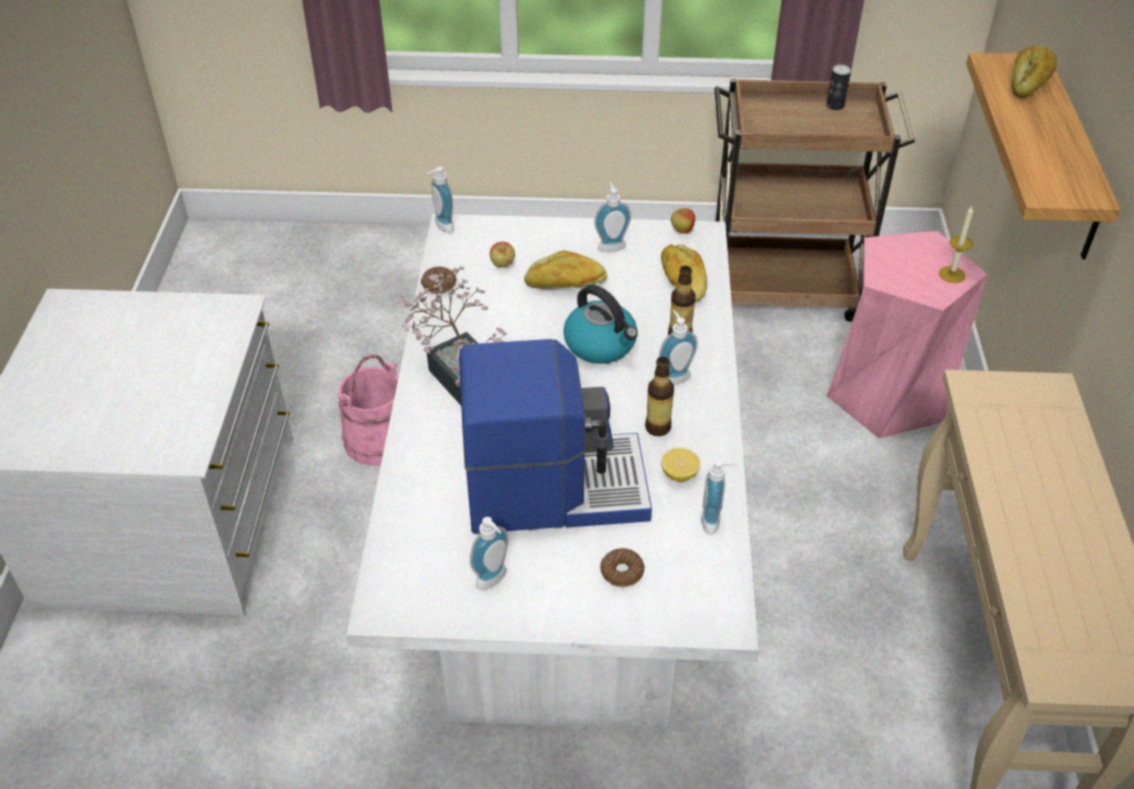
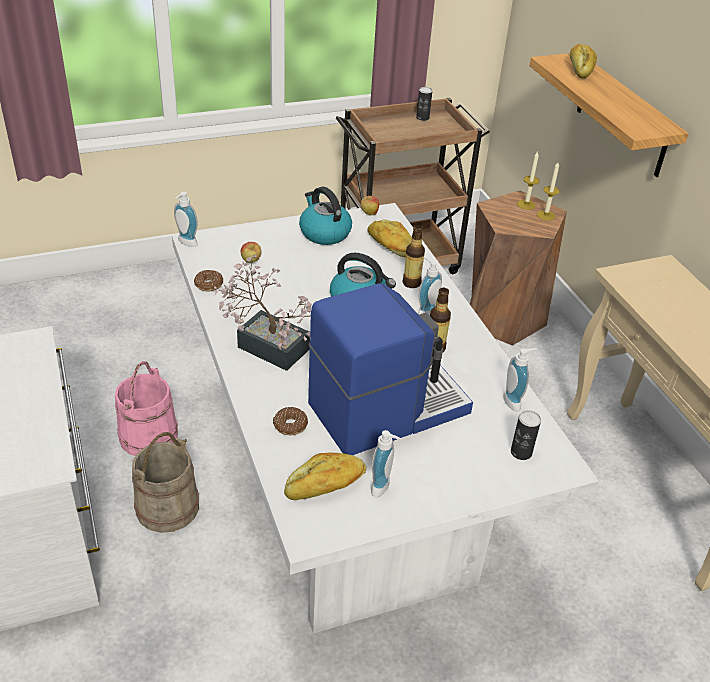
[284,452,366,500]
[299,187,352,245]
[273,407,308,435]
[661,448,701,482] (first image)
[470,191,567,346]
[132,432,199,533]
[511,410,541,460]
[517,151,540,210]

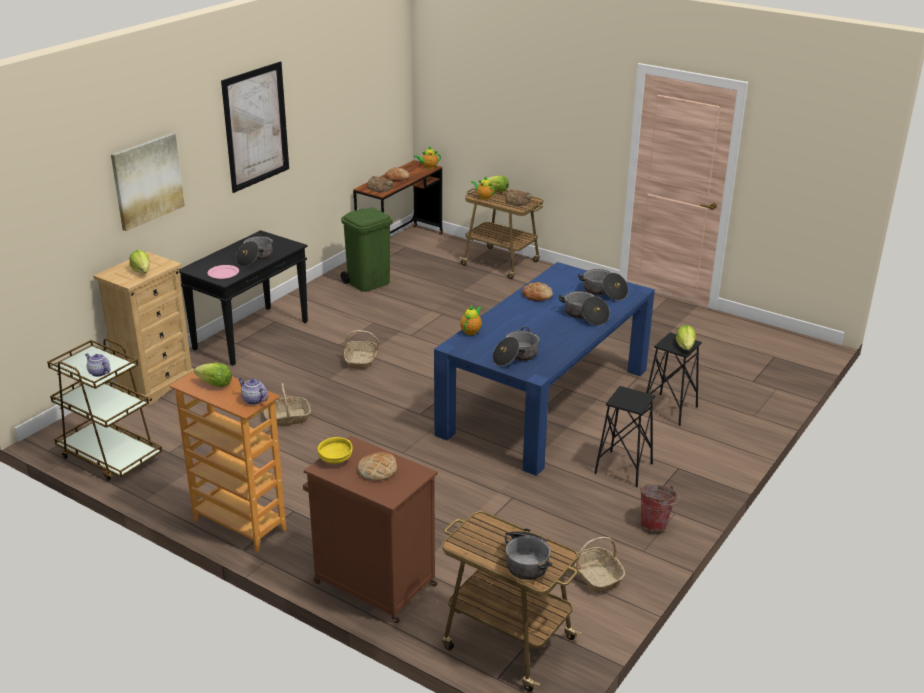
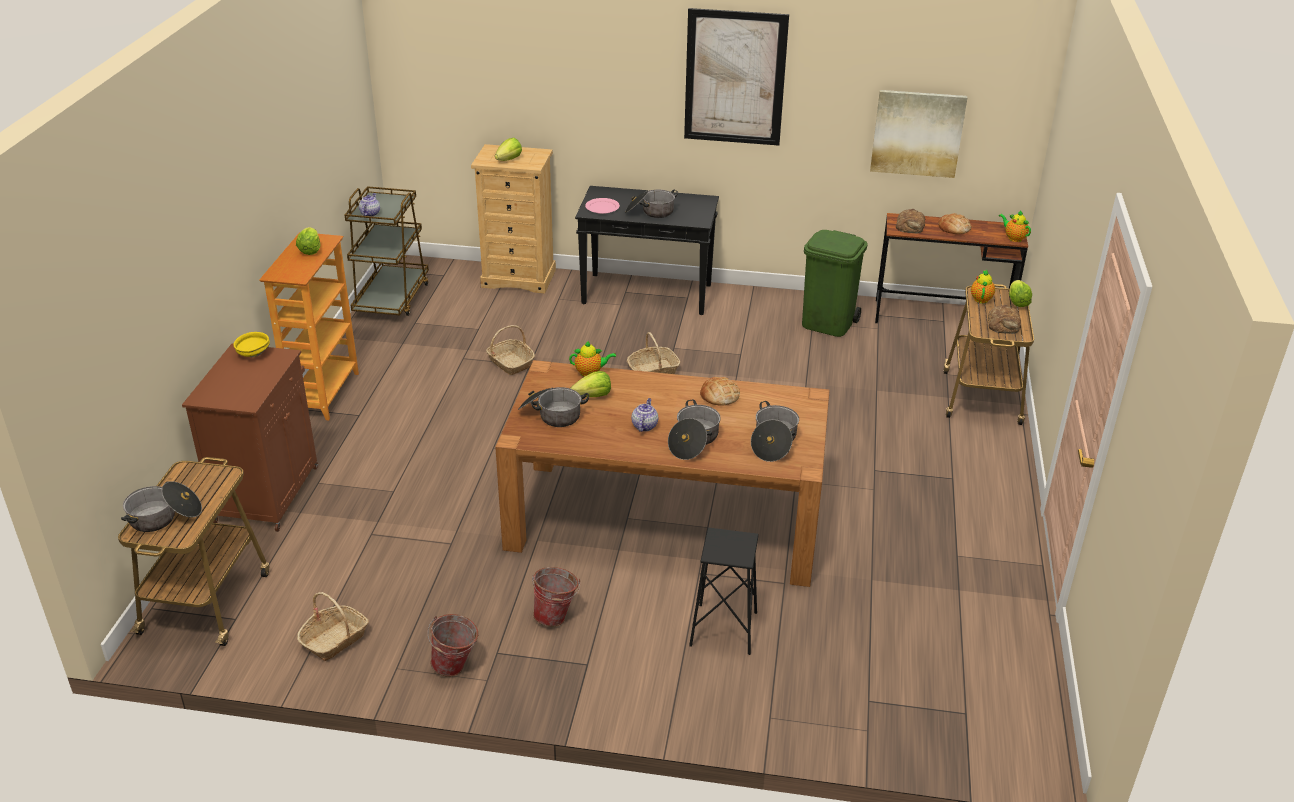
[870,90,967,178]
[631,398,658,432]
[357,452,397,481] (first image)
[495,360,830,587]
[532,567,580,626]
[570,371,611,397]

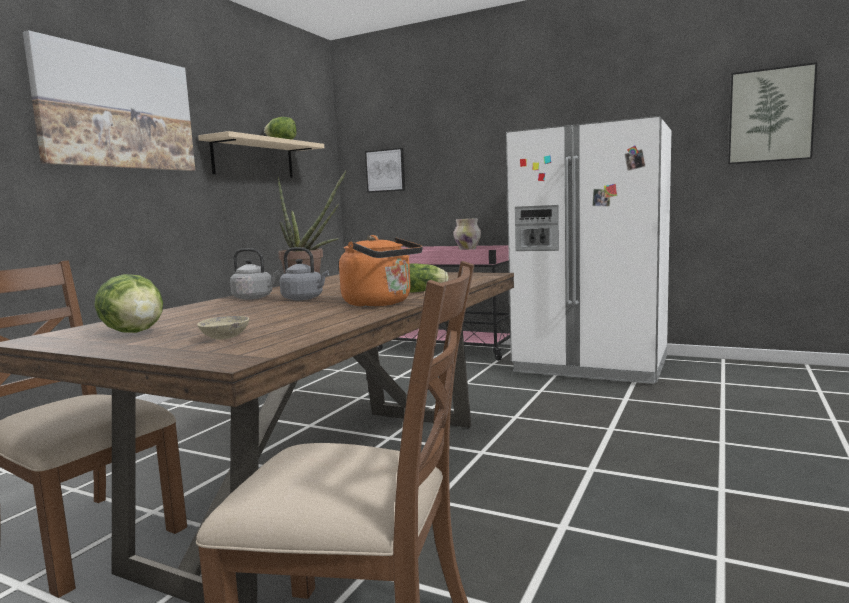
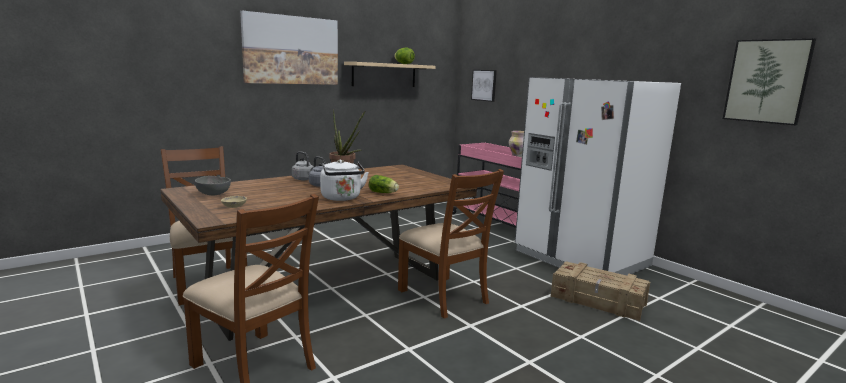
[195,176,231,195]
[320,159,369,201]
[398,169,504,319]
[551,261,650,321]

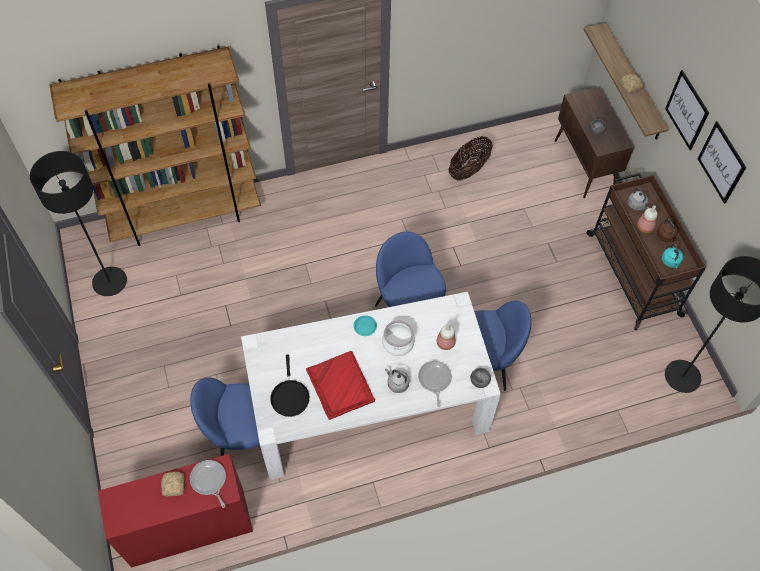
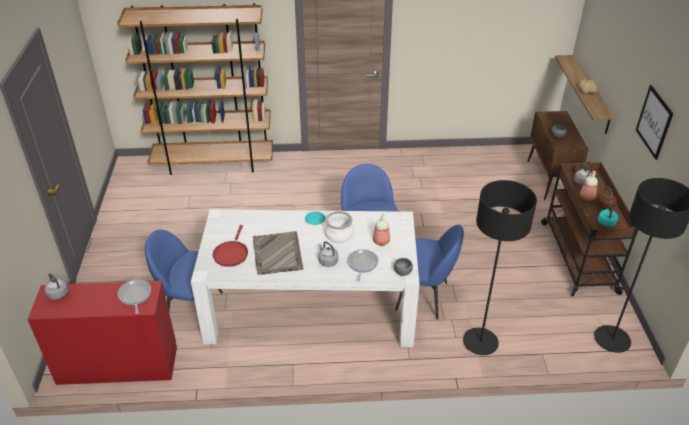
[463,180,537,355]
[161,472,184,496] (first image)
[213,225,248,267]
[253,231,303,275]
[449,136,493,181] (first image)
[665,70,709,150] (first image)
[45,273,68,300]

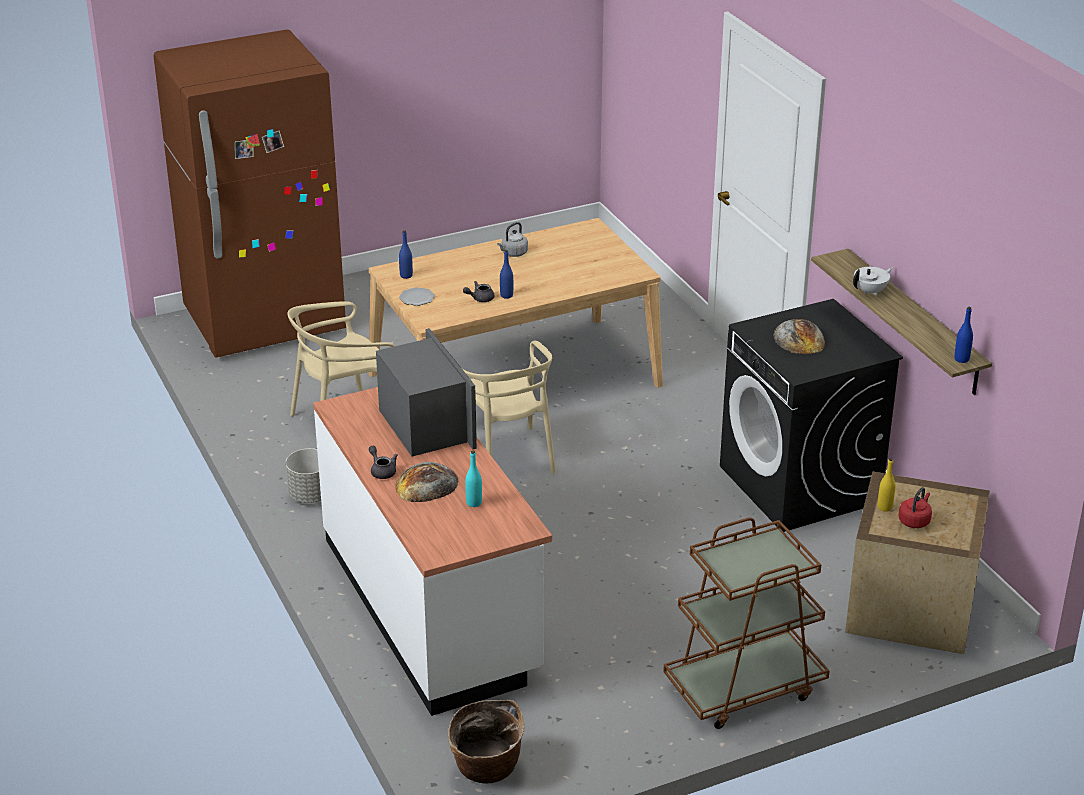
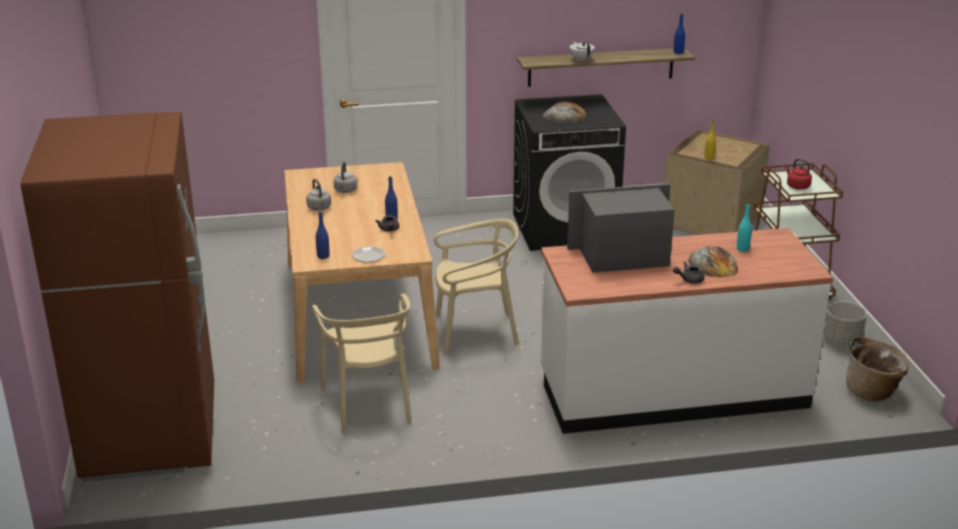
[823,301,867,347]
[785,159,812,190]
[333,162,357,193]

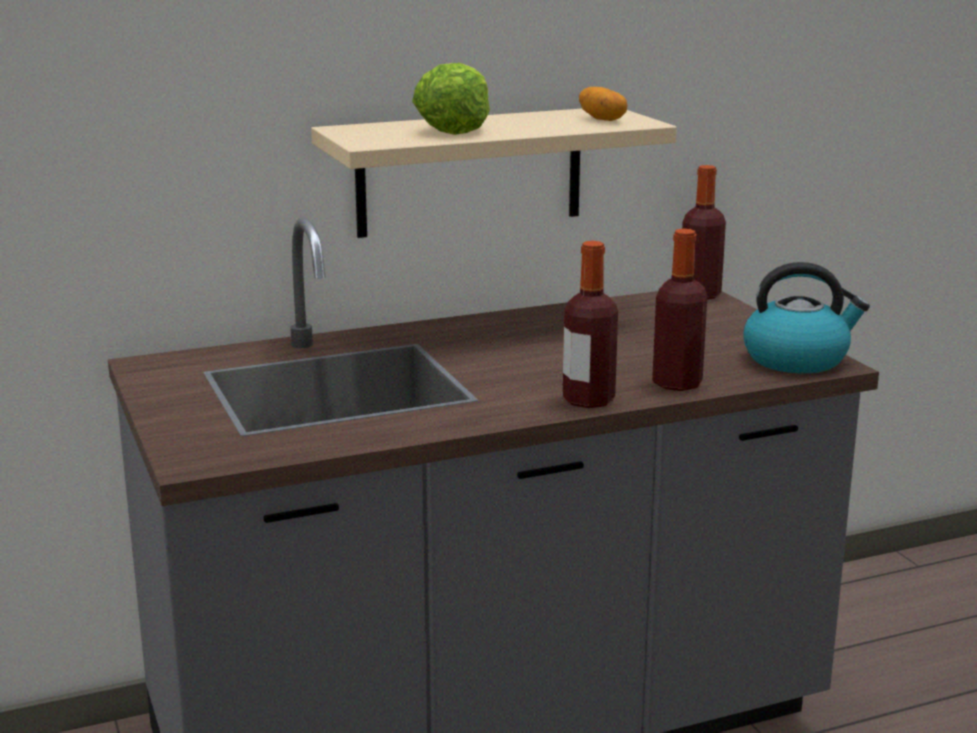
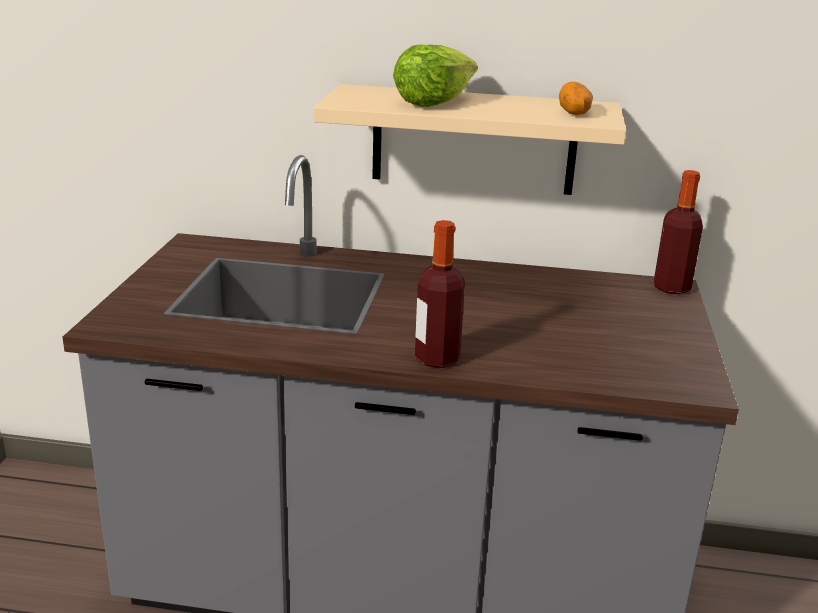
[652,229,707,391] (first image)
[743,262,870,373] (first image)

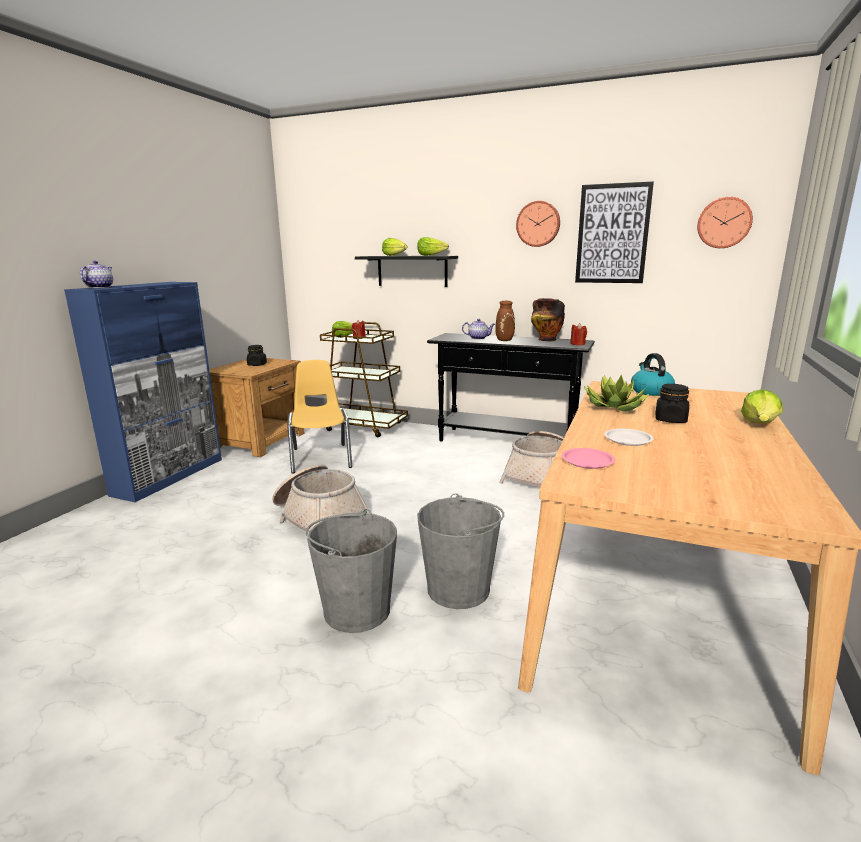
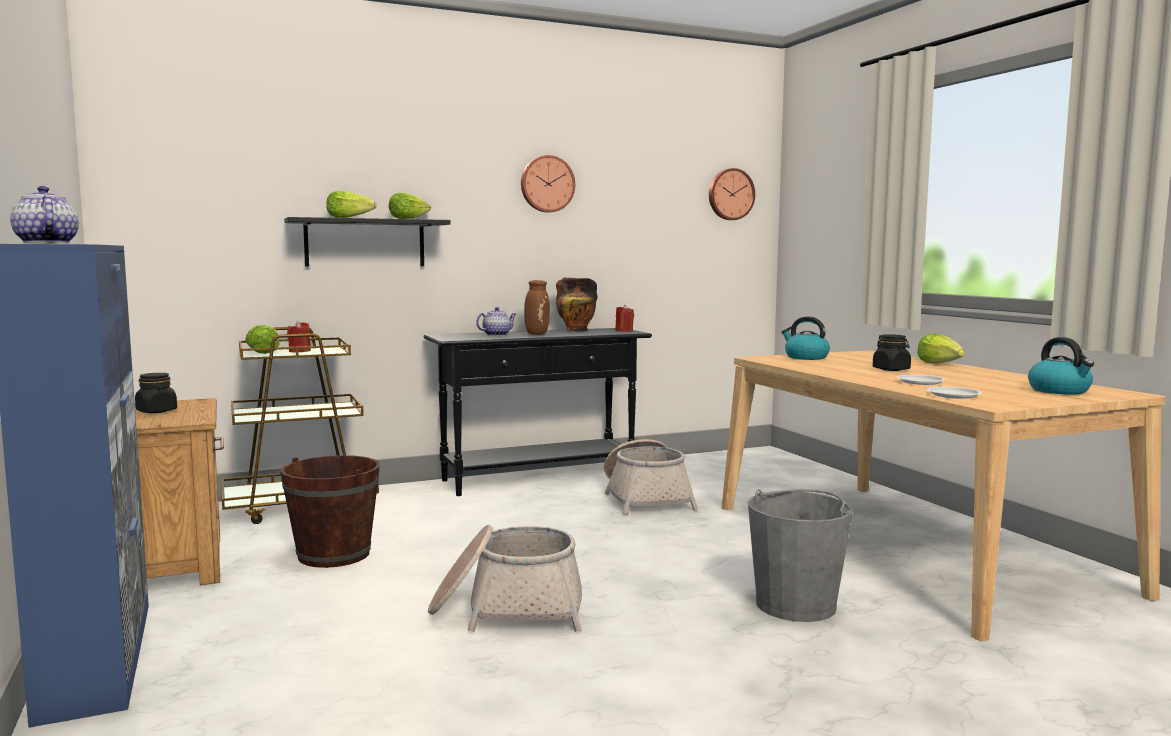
[280,455,380,568]
[306,509,397,633] (first image)
[927,387,982,399]
[575,181,654,283] (first image)
[584,375,649,412] (first image)
[1028,337,1094,395]

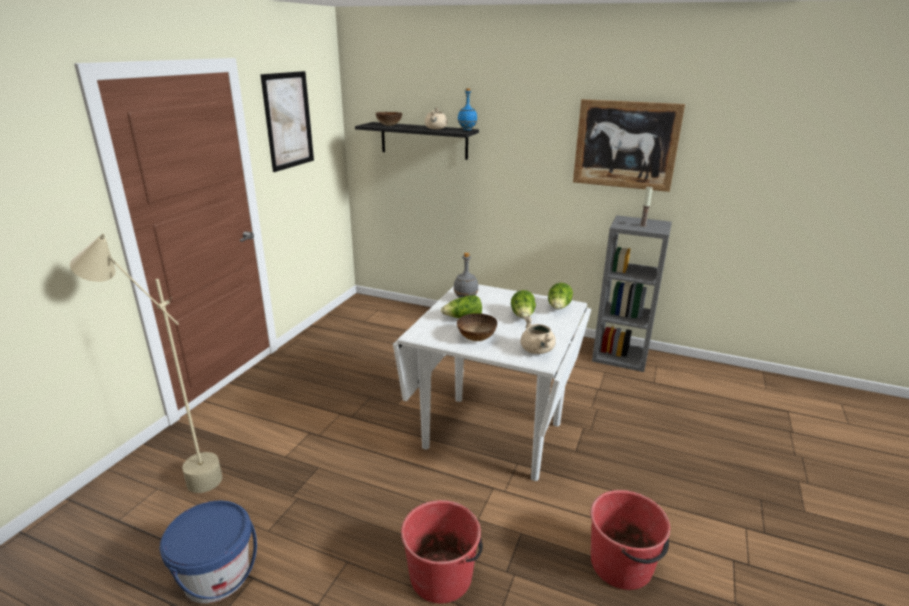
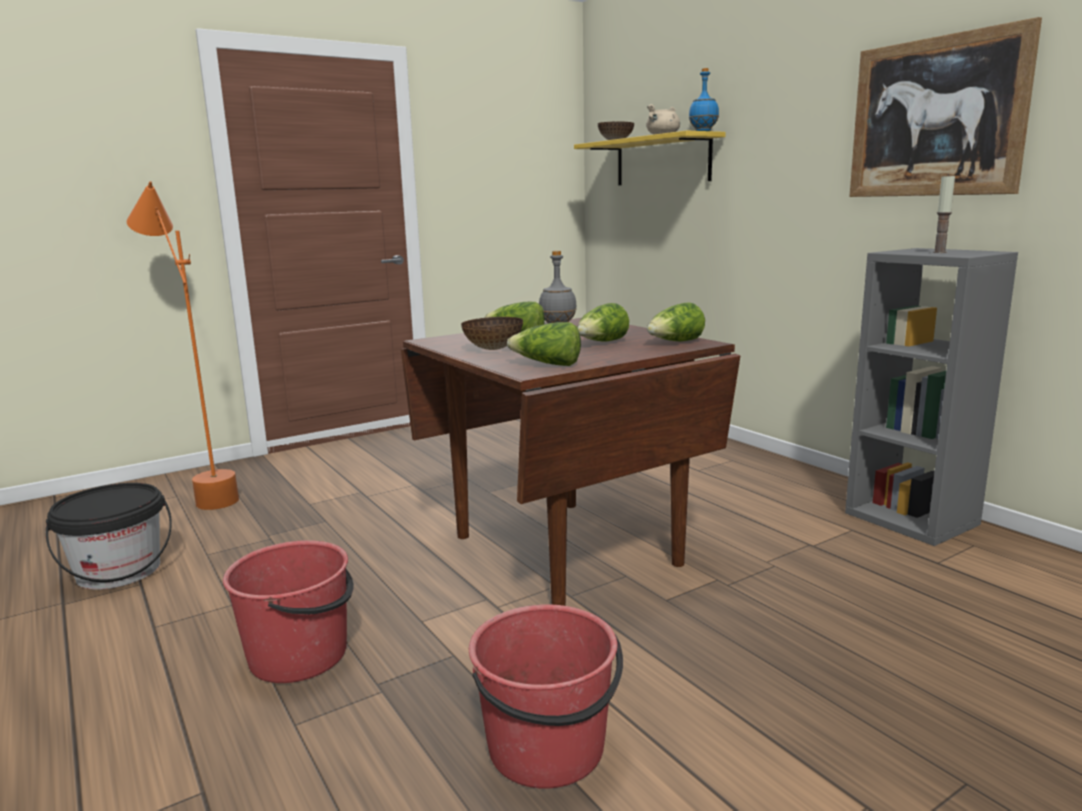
[127,181,239,510]
[46,483,172,590]
[260,71,314,172] (first image)
[574,131,726,185]
[401,318,741,606]
[507,322,581,366]

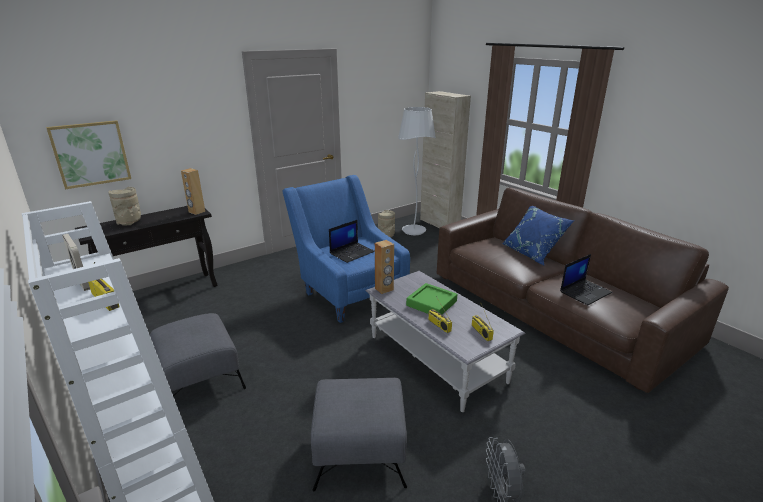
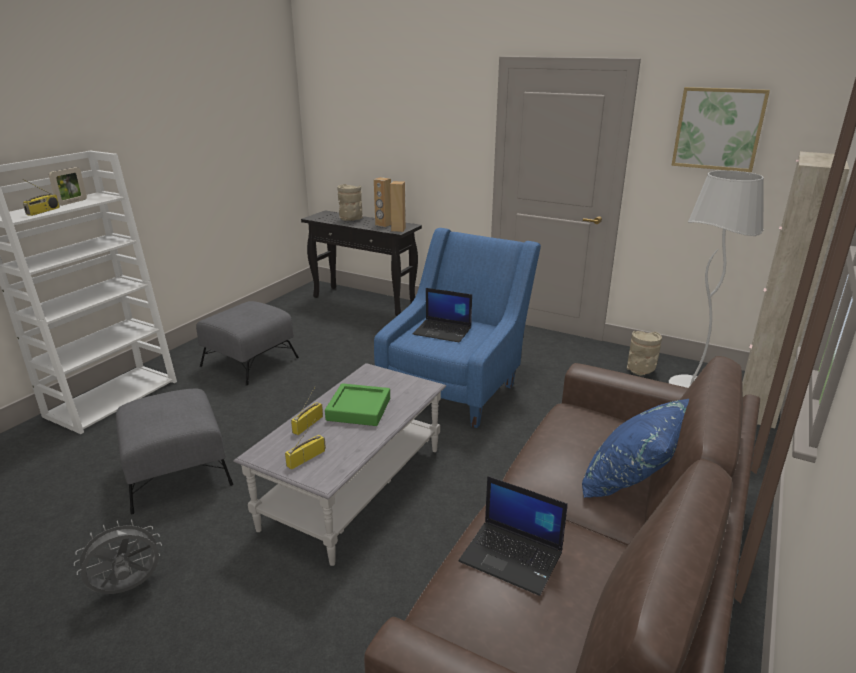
[671,87,770,172]
[374,177,391,227]

